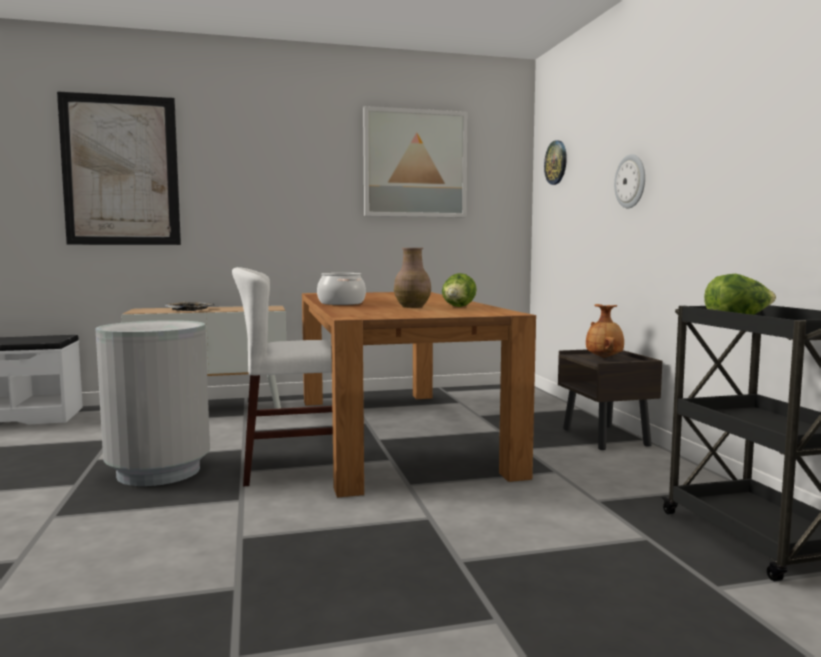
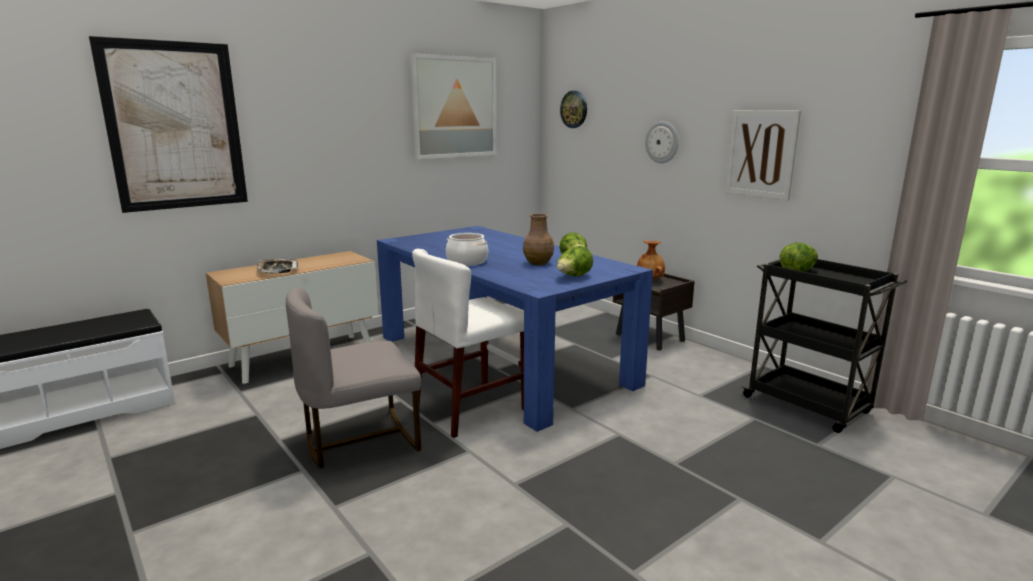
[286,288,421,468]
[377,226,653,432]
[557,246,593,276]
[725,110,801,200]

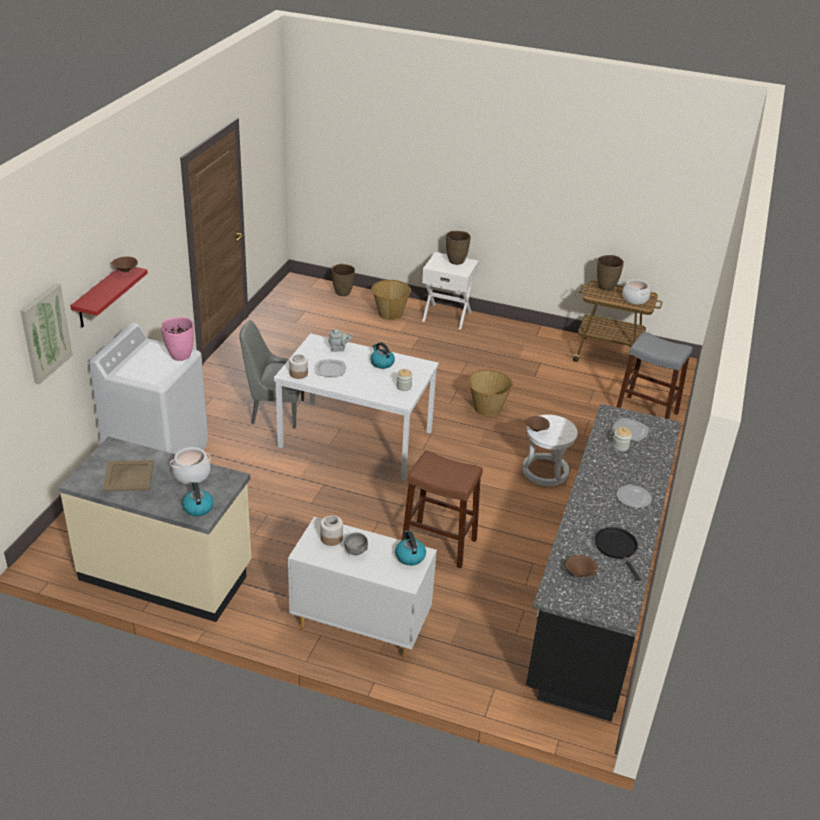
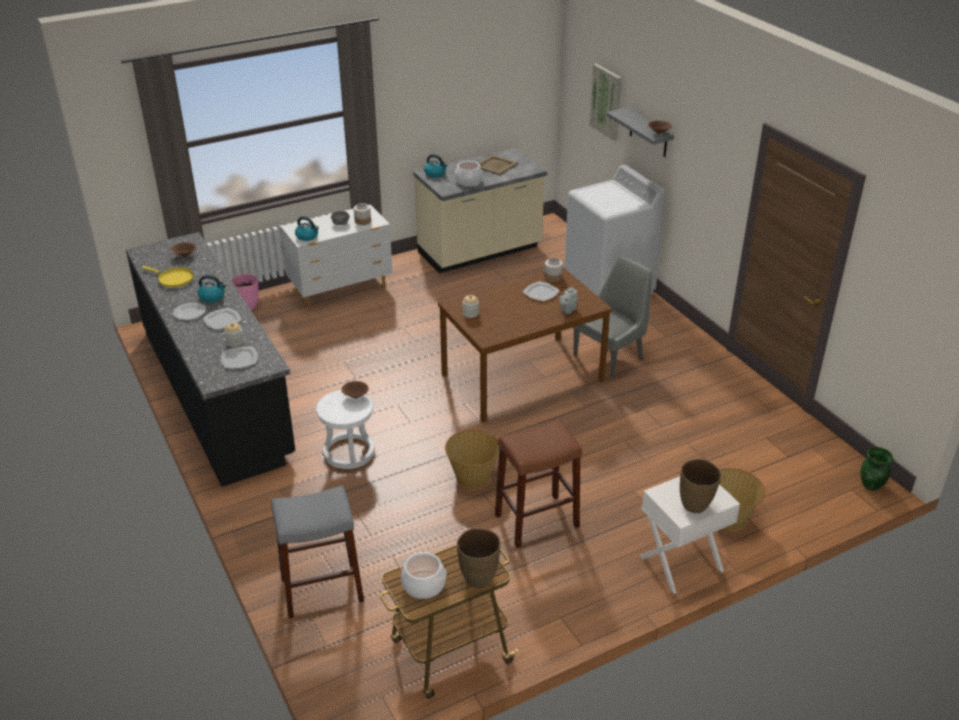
[606,108,674,157]
[231,273,259,310]
[438,267,612,423]
[332,264,355,296] (first image)
[198,275,227,302]
[495,420,582,548]
[142,266,194,287]
[203,308,242,330]
[860,447,894,491]

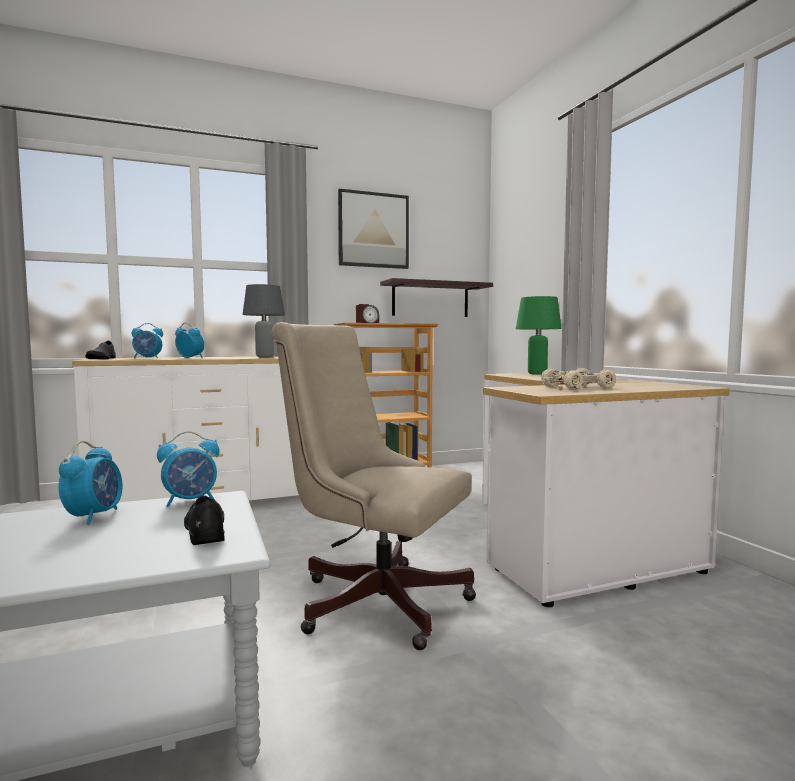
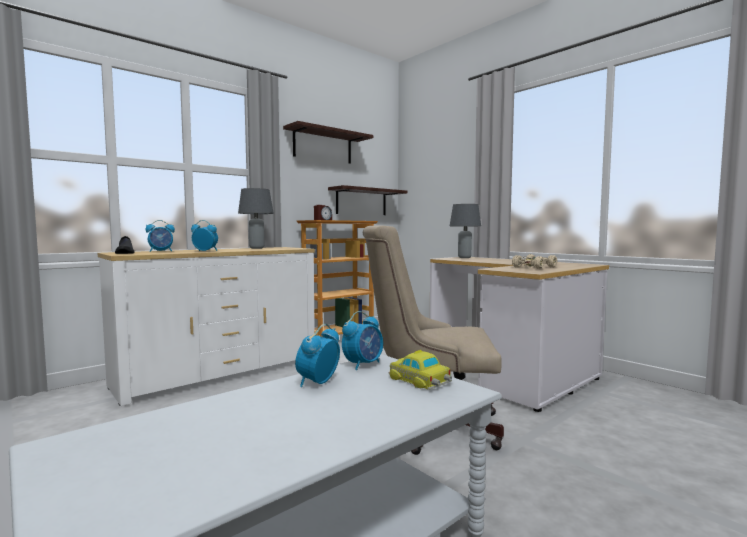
[295,324,340,387]
[389,350,452,390]
[283,121,373,164]
[450,204,481,258]

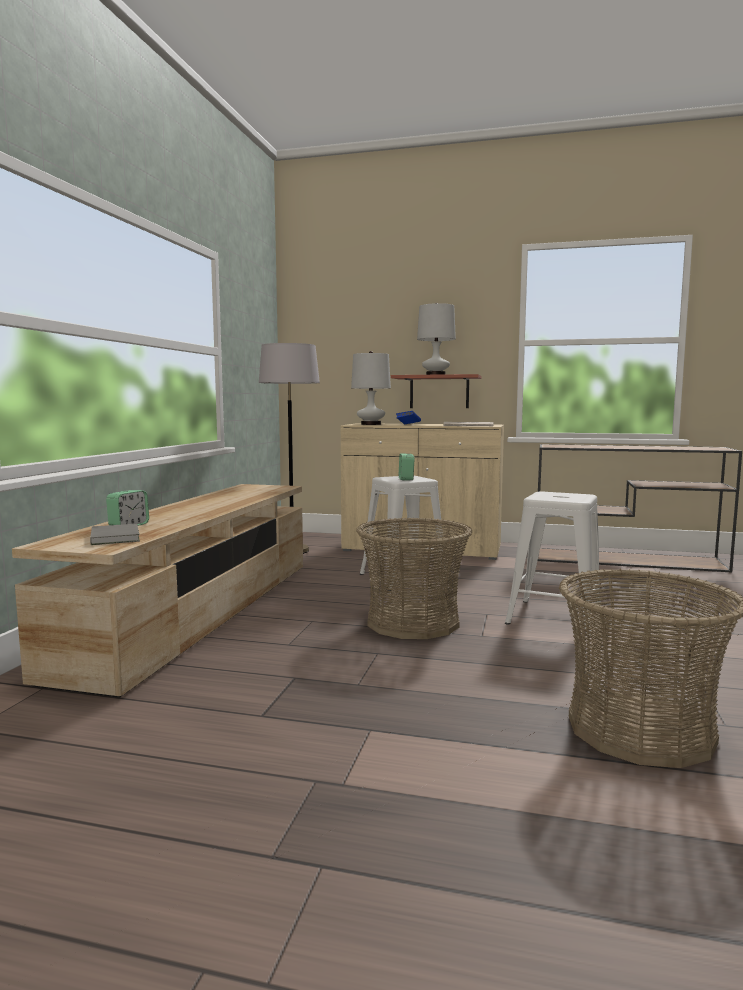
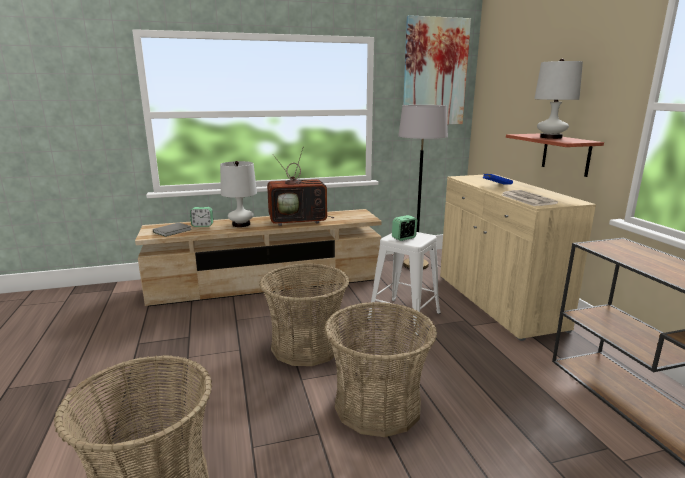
[220,161,257,227]
[324,302,437,437]
[267,149,334,226]
[403,15,471,124]

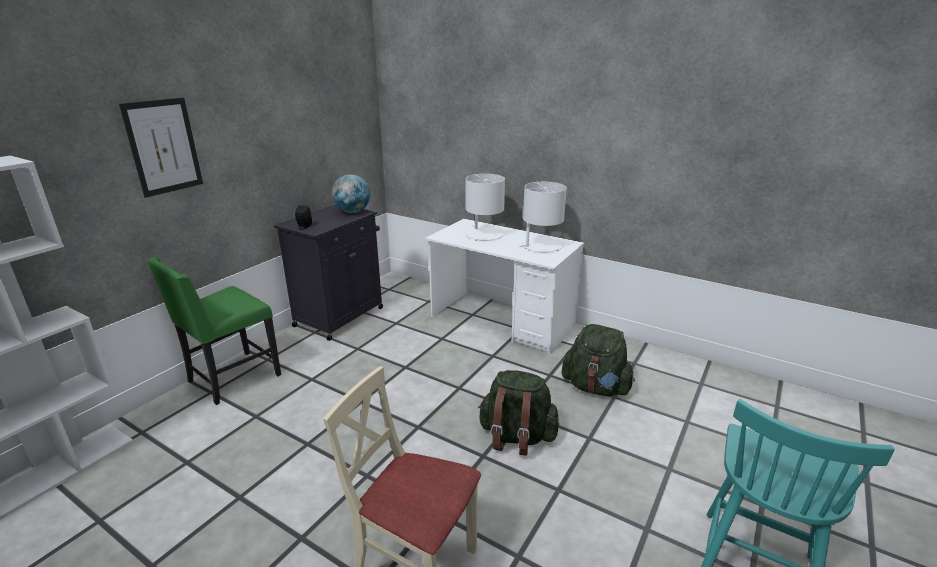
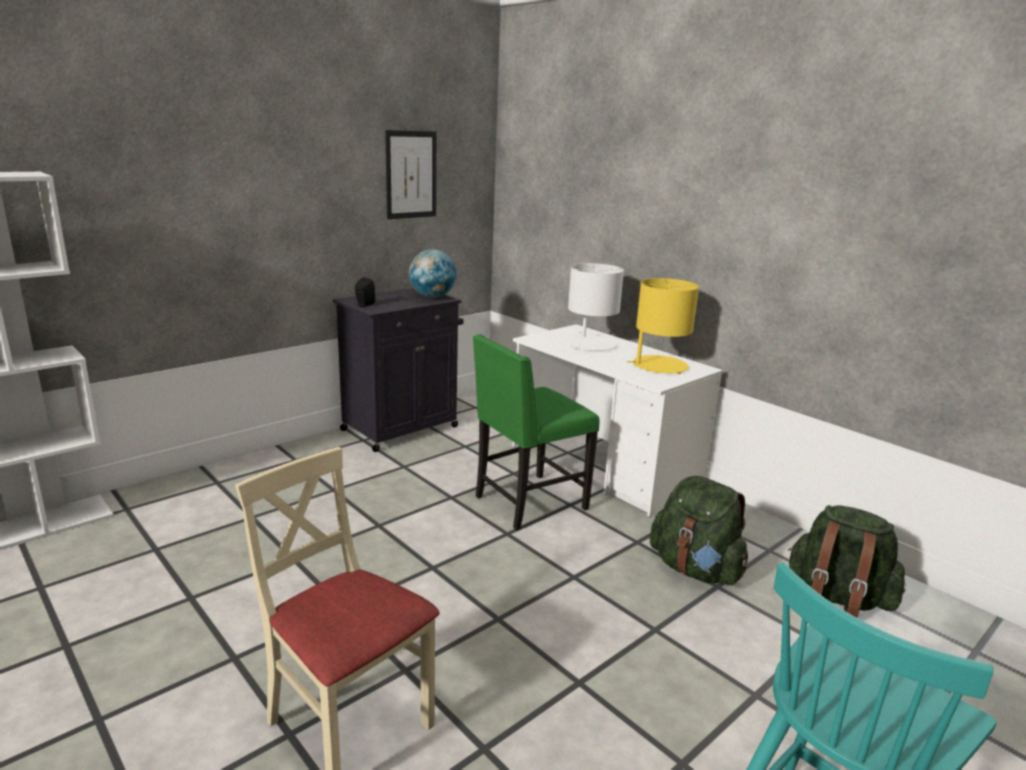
[385,130,436,219]
[473,334,599,530]
[788,505,906,618]
[627,278,699,374]

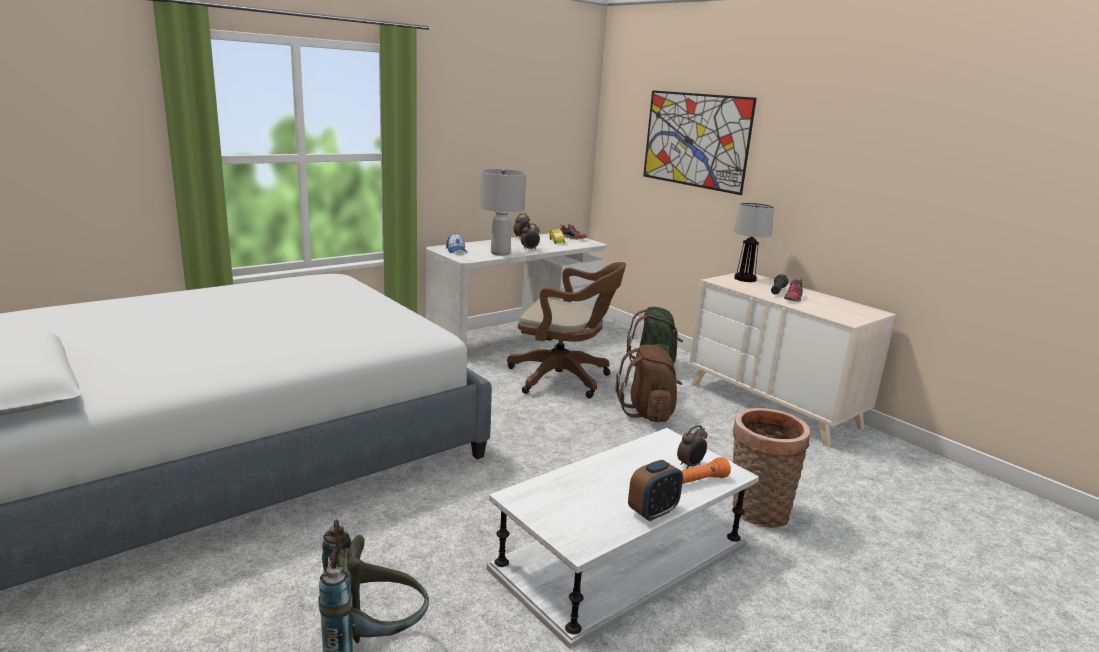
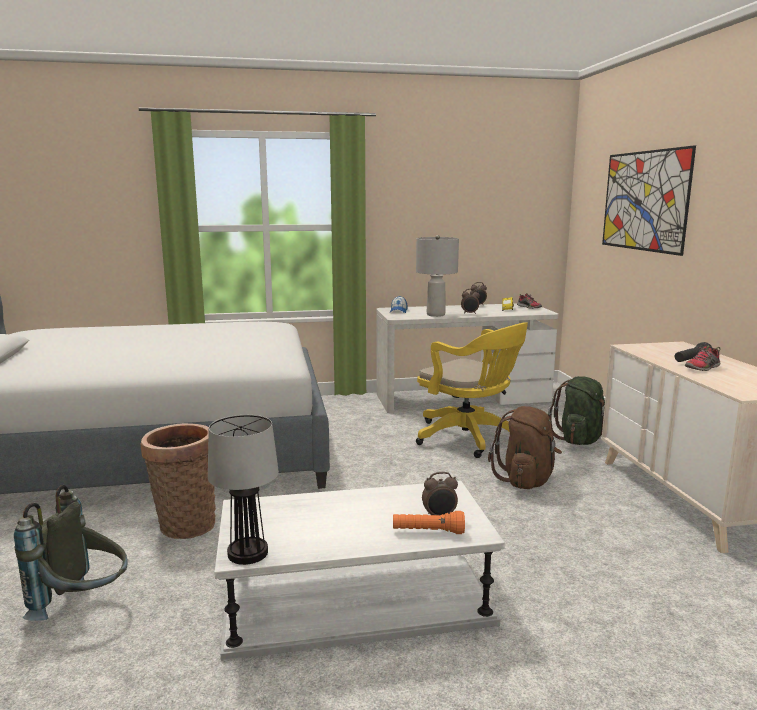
[416,322,528,458]
[628,460,683,521] (first image)
[141,423,216,539]
[208,415,279,565]

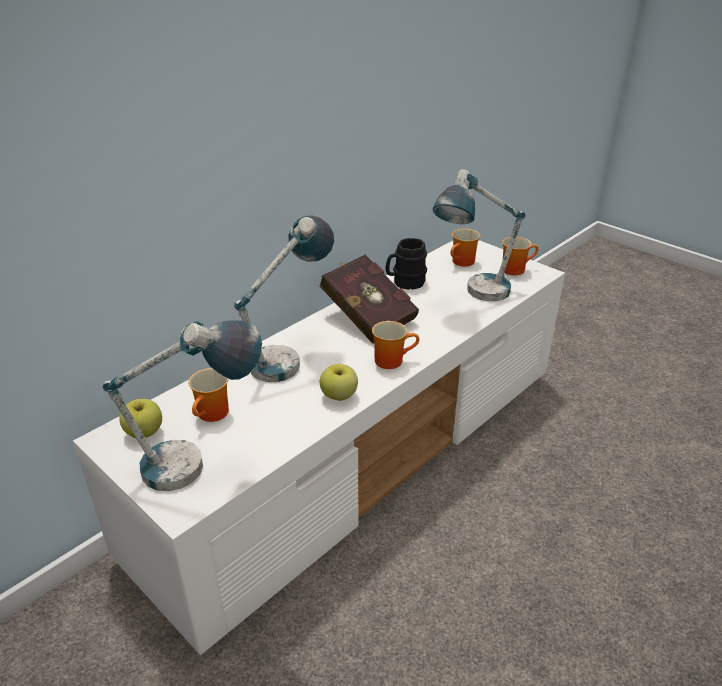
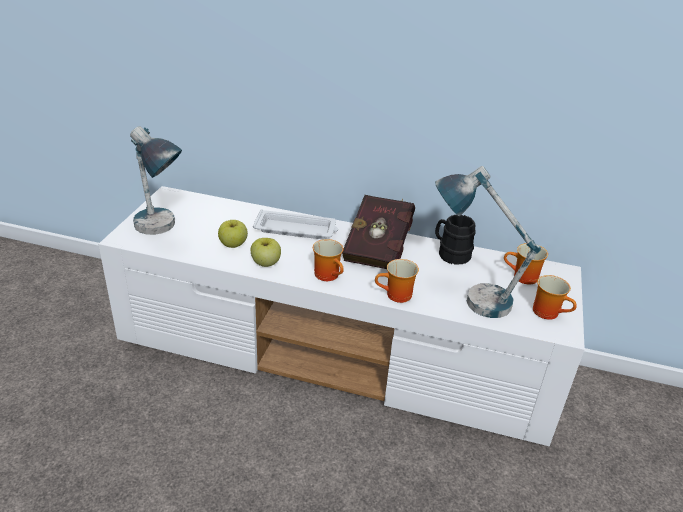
[218,220,248,248]
[375,259,419,303]
[253,209,338,239]

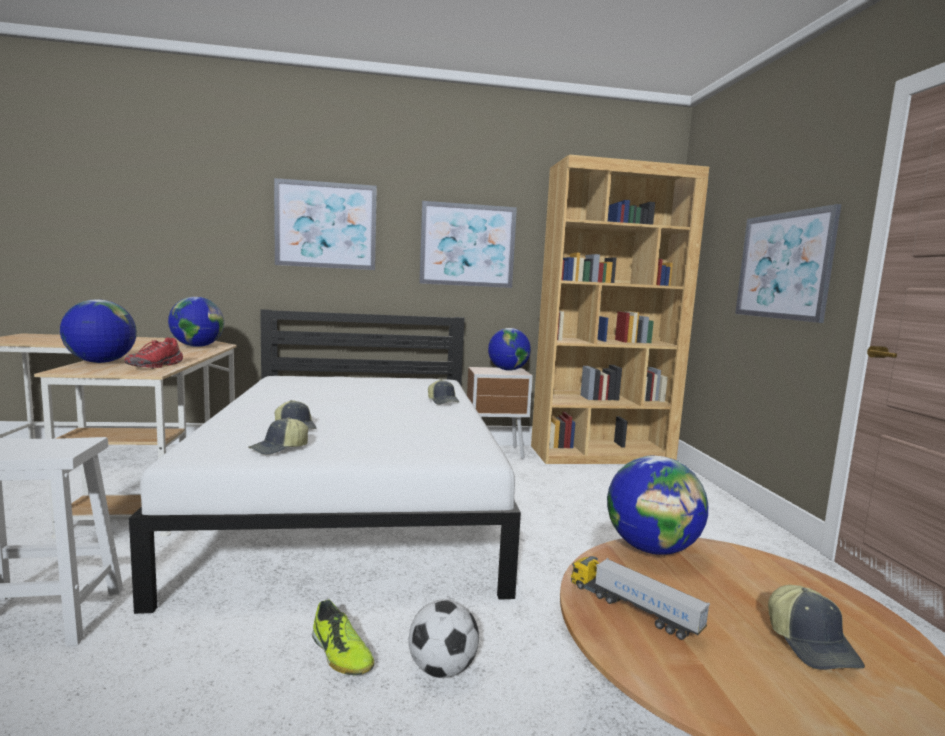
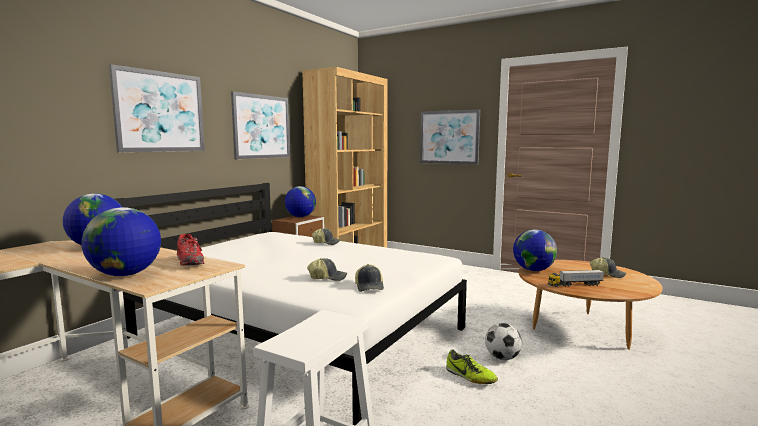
[446,349,498,384]

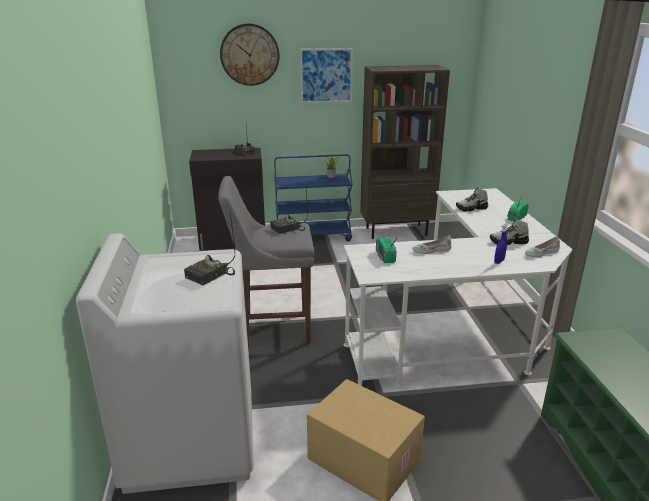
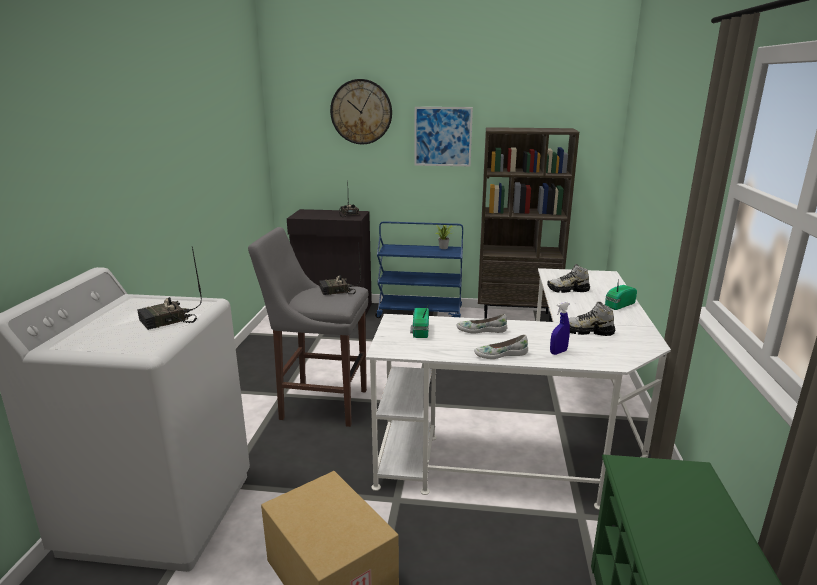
[474,335,528,359]

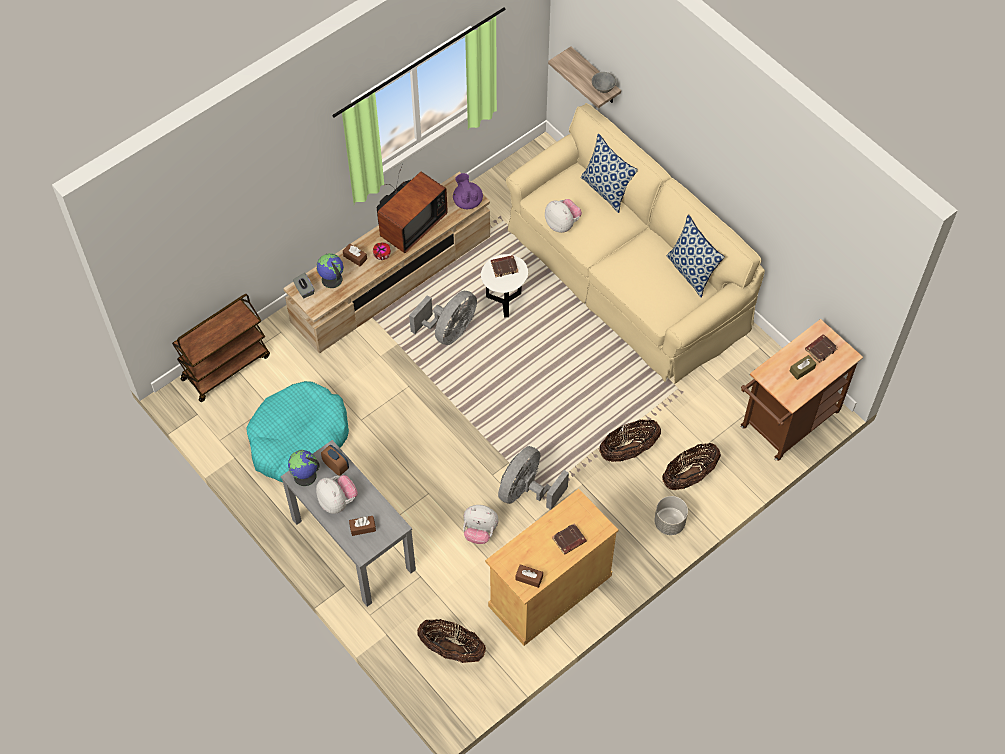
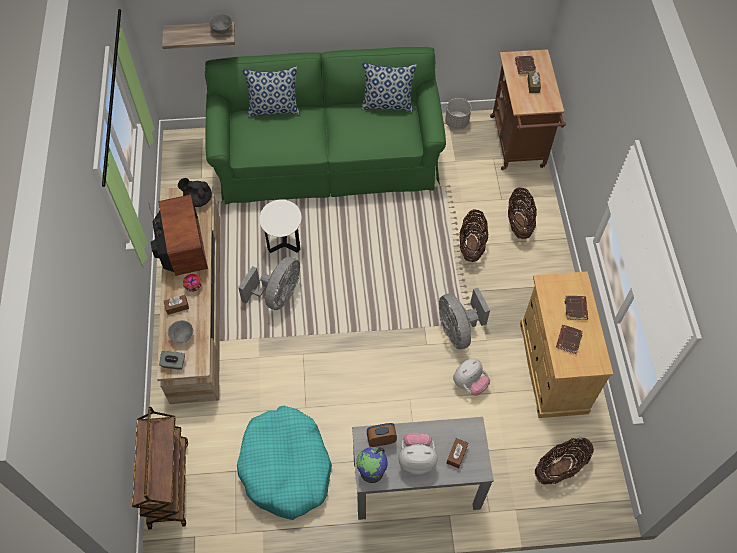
[168,320,193,343]
[238,257,300,310]
[178,178,212,207]
[556,325,583,354]
[205,47,446,204]
[515,564,543,588] (first image)
[545,199,582,233] (first image)
[445,98,471,130]

